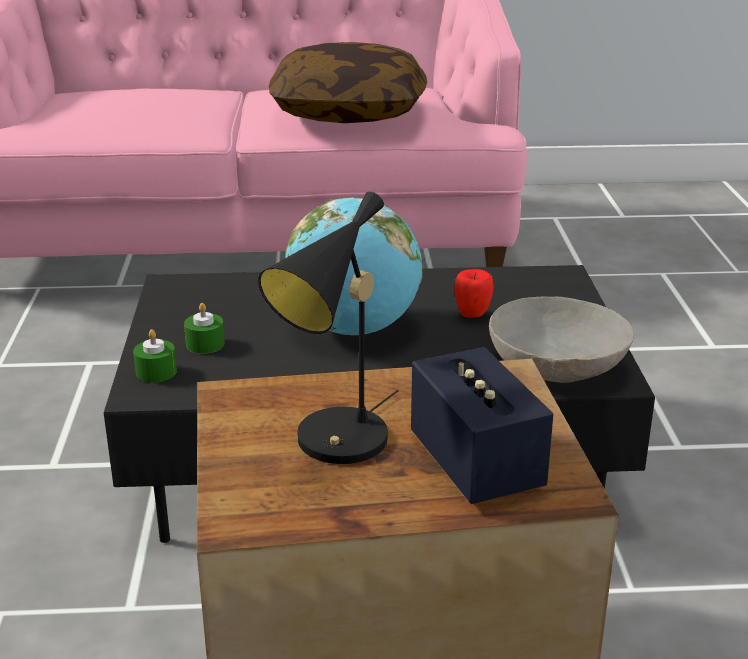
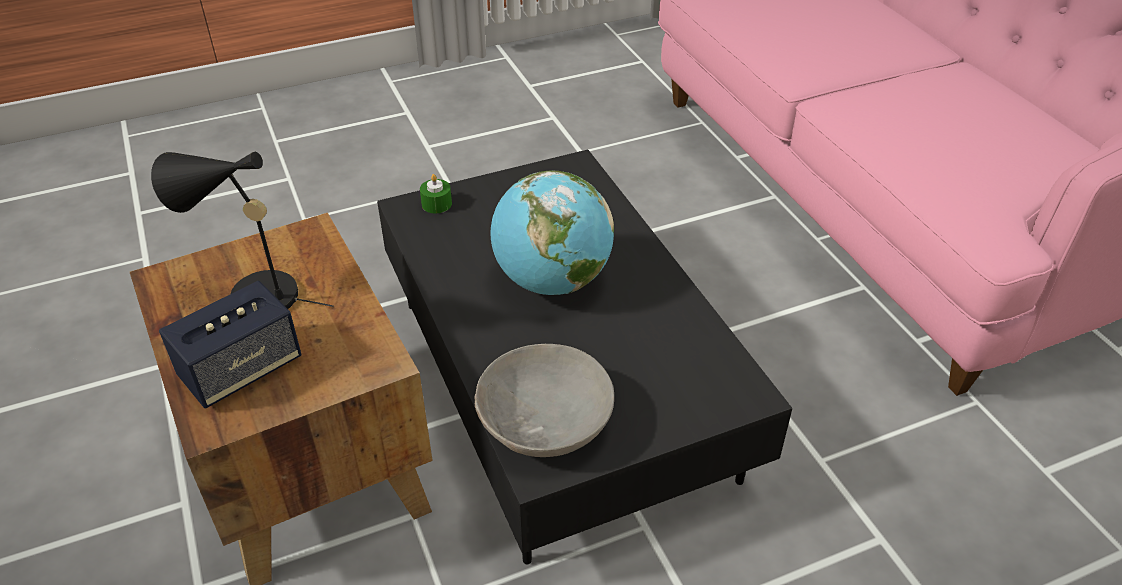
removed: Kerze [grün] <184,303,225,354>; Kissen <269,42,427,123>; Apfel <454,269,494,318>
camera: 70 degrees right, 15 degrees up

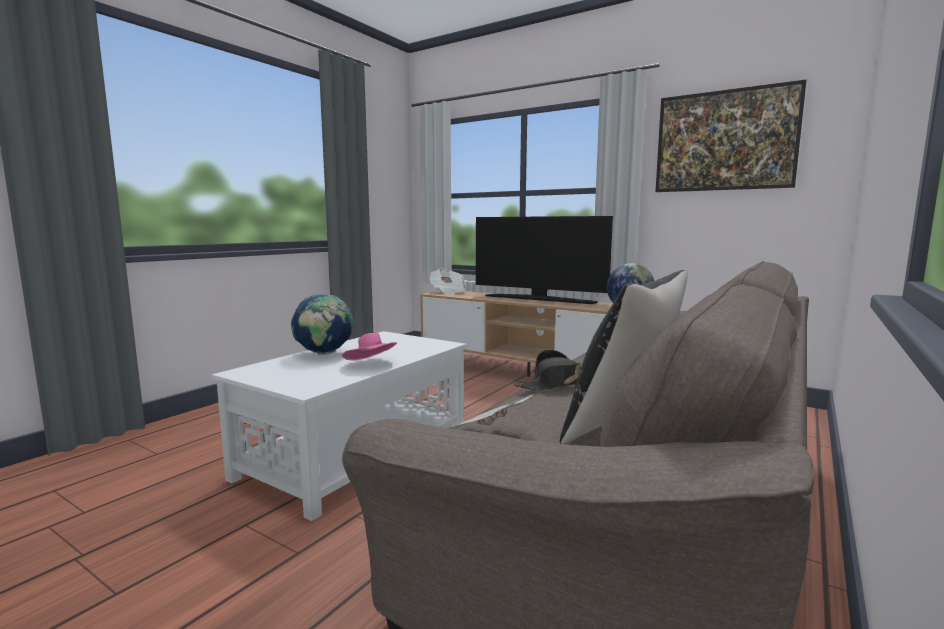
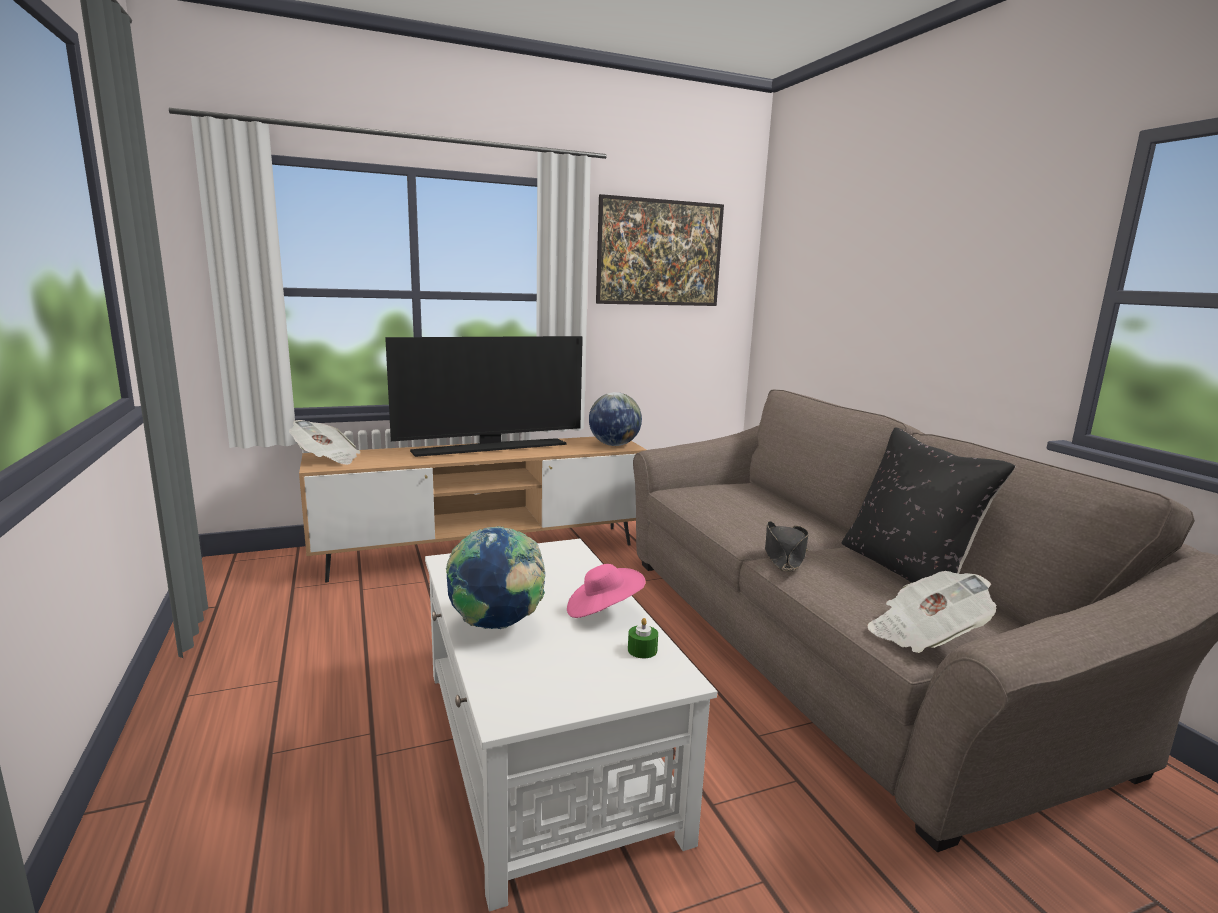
added: Kerze [grün] <628,618,658,658>
camera: 55 degrees left, 5 degrees up

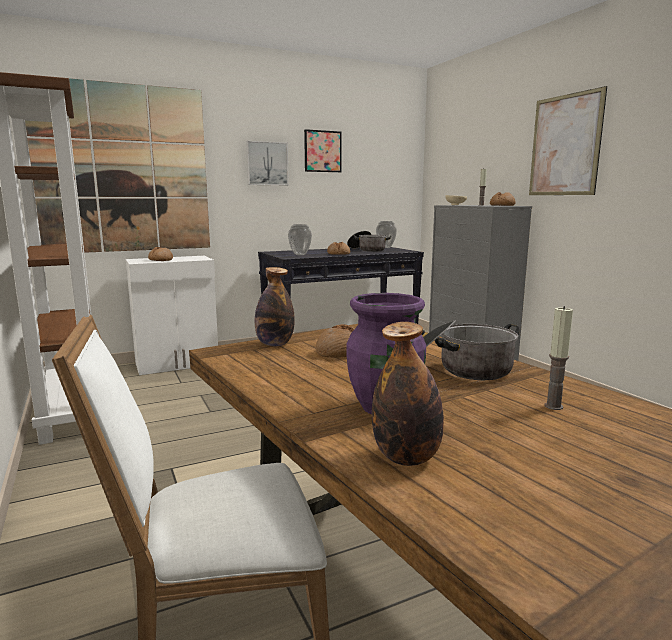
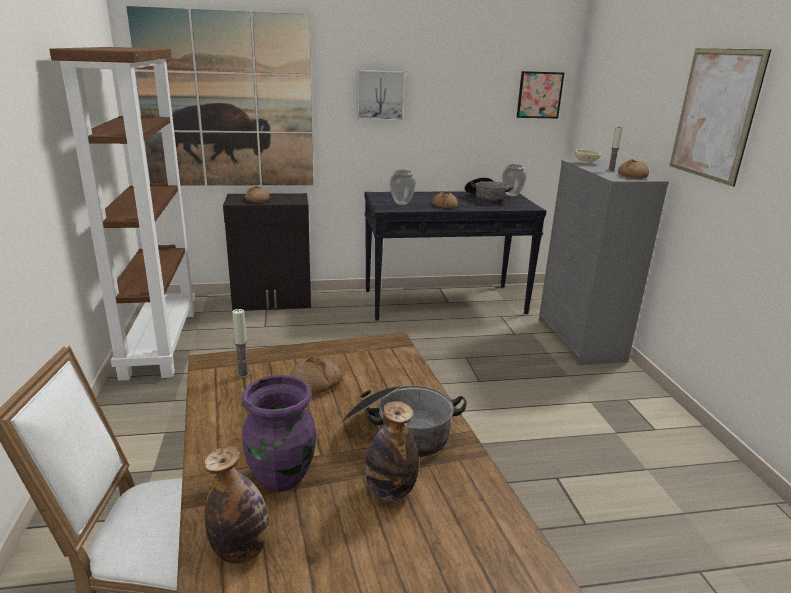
moved: Flasche <255,267,295,346> to <365,401,419,501>; Bild <304,129,342,172> to <516,71,564,118>; Kerze <545,306,573,410> to <232,309,250,378>
recoloured: Schrank [weiß] <126,256,218,375> to Schrank [schwarz] <223,193,311,311>
camera: 15 degrees right, 10 degrees up

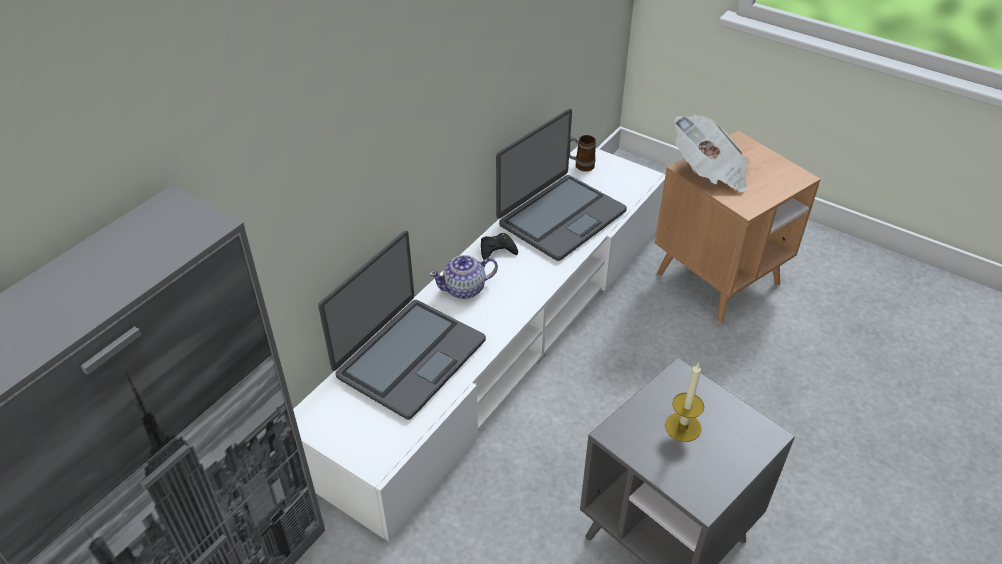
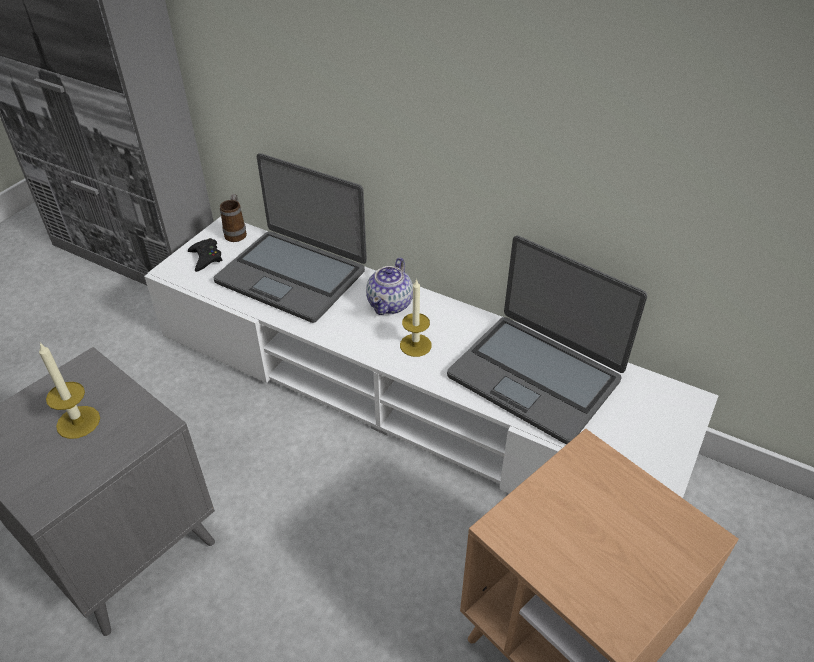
removed: Zeitung <674,115,749,193>
added: Kerze <400,278,432,357>
moved: Gamepad [schwarz] <481,233,518,260> to <188,238,223,272>; Henkelbecher <569,135,596,172> to <220,194,247,242>
turned: Teekanne <429,255,498,299> = <366,258,413,315> 135 degrees counterclockwise
camera: 85 degrees right, 0 degrees up

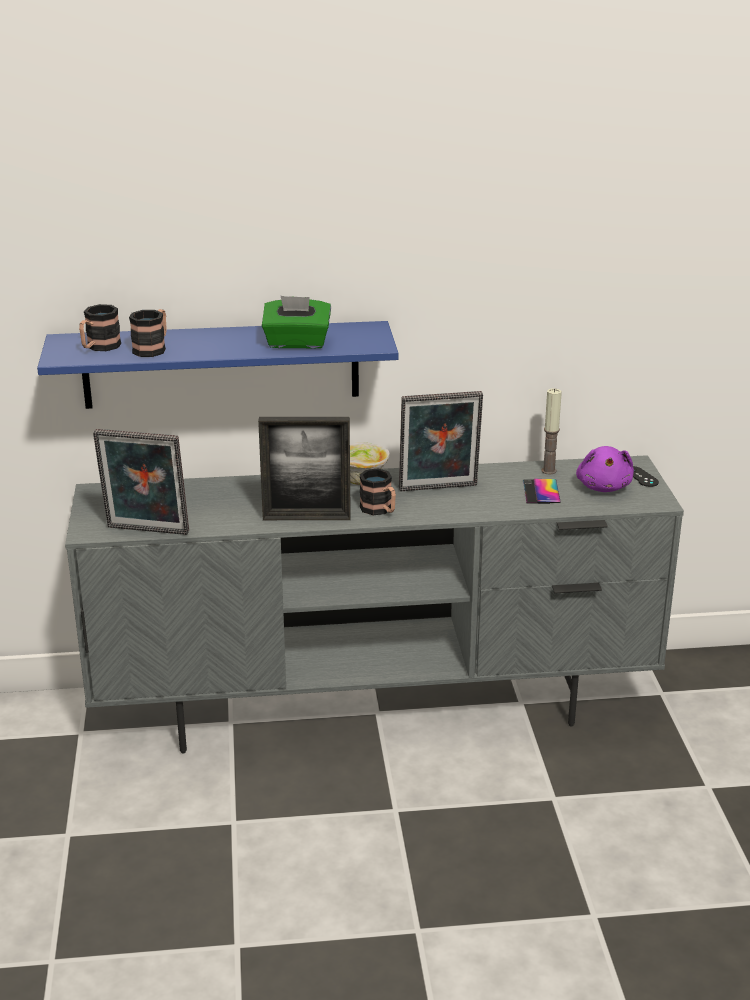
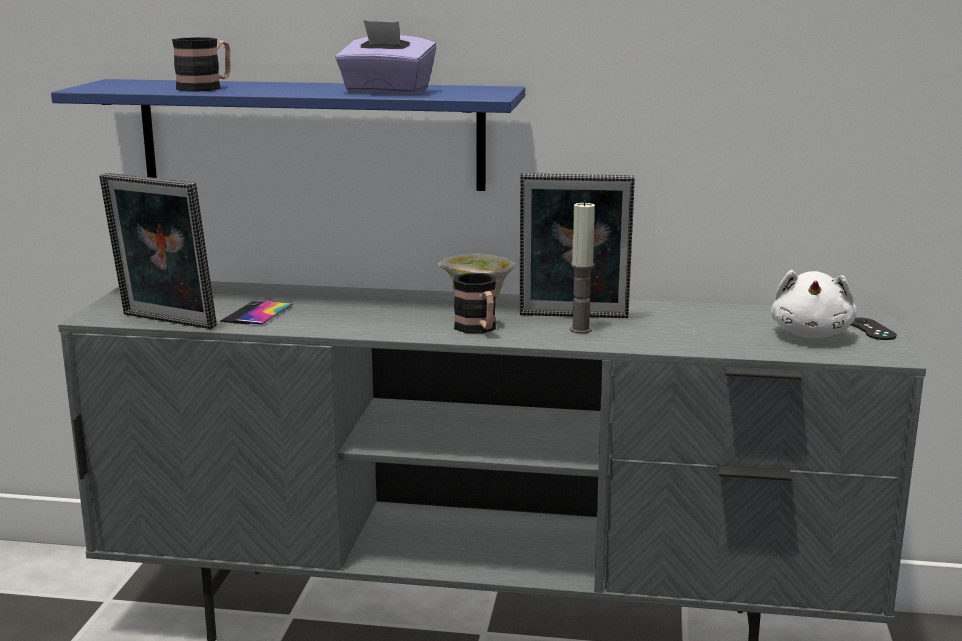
removed: Henkelbecher <79,304,121,351>; Bilderrahmen <258,417,351,520>
moved: Handy <523,479,561,504> to <220,301,293,325>; Kerze <542,388,562,475> to <570,201,595,333>
recoloured: Taschentuchbox [grün] <262,296,331,349> to Taschentuchbox [lila] <335,20,436,95>; Plüschtier [lila] <576,446,634,492> to Plüschtier [weiß] <771,270,857,338>
camera: 15 degrees right, 10 degrees down

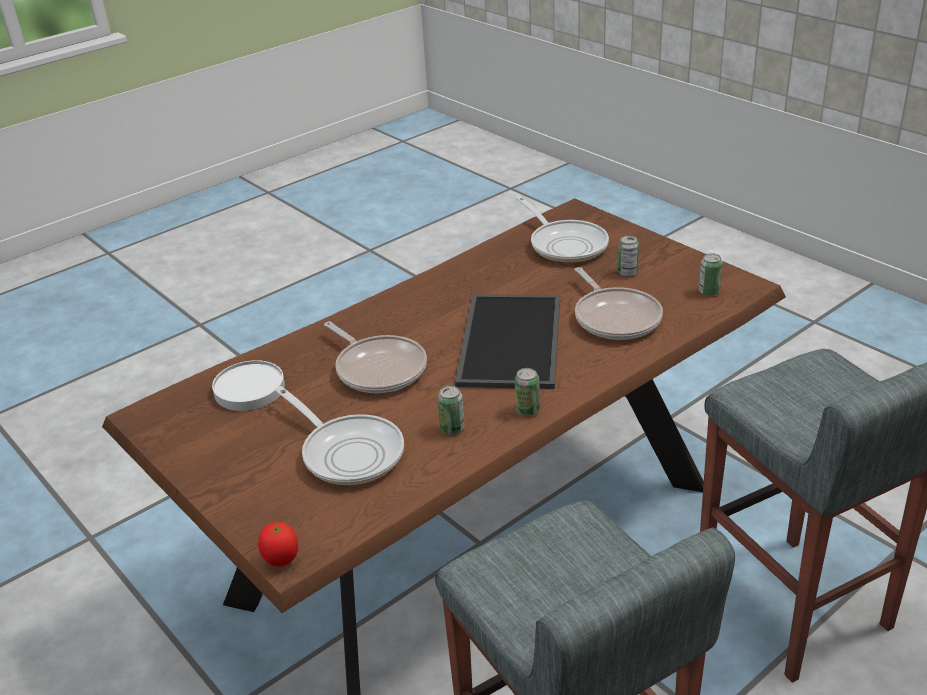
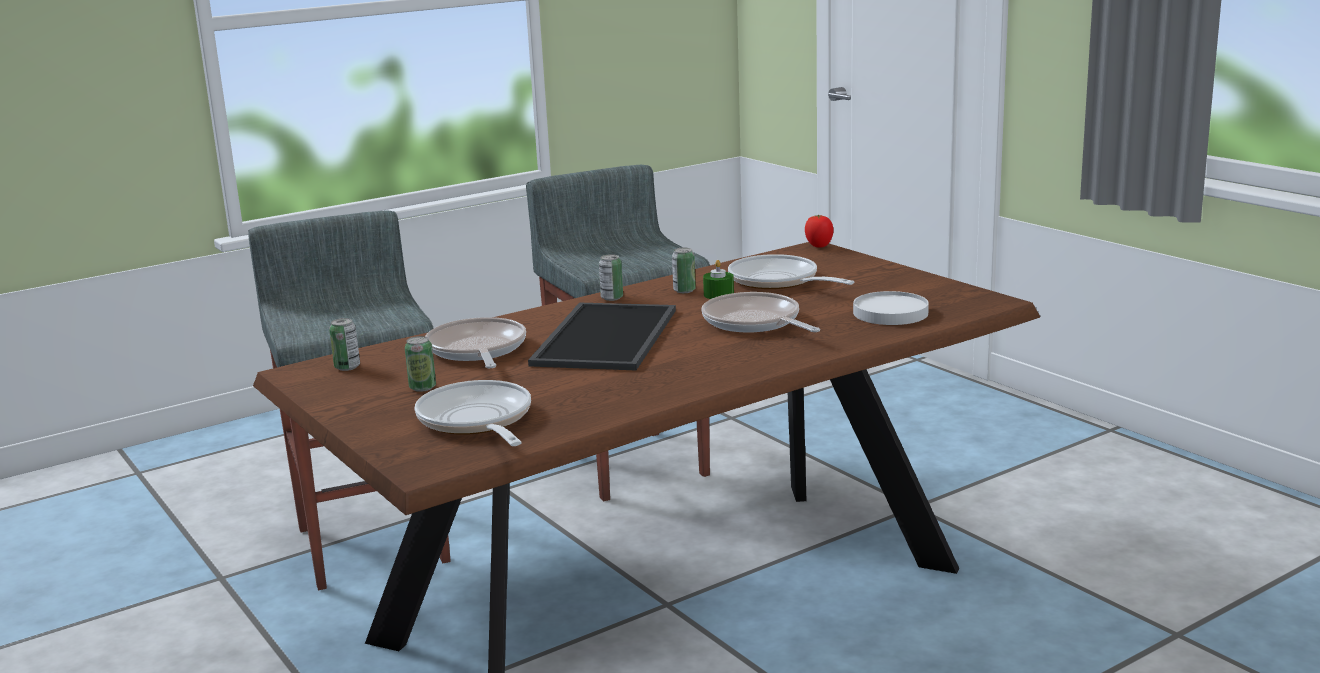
added: Kerze [grün] <703,260,734,299>
camera: 175 degrees left, 15 degrees down

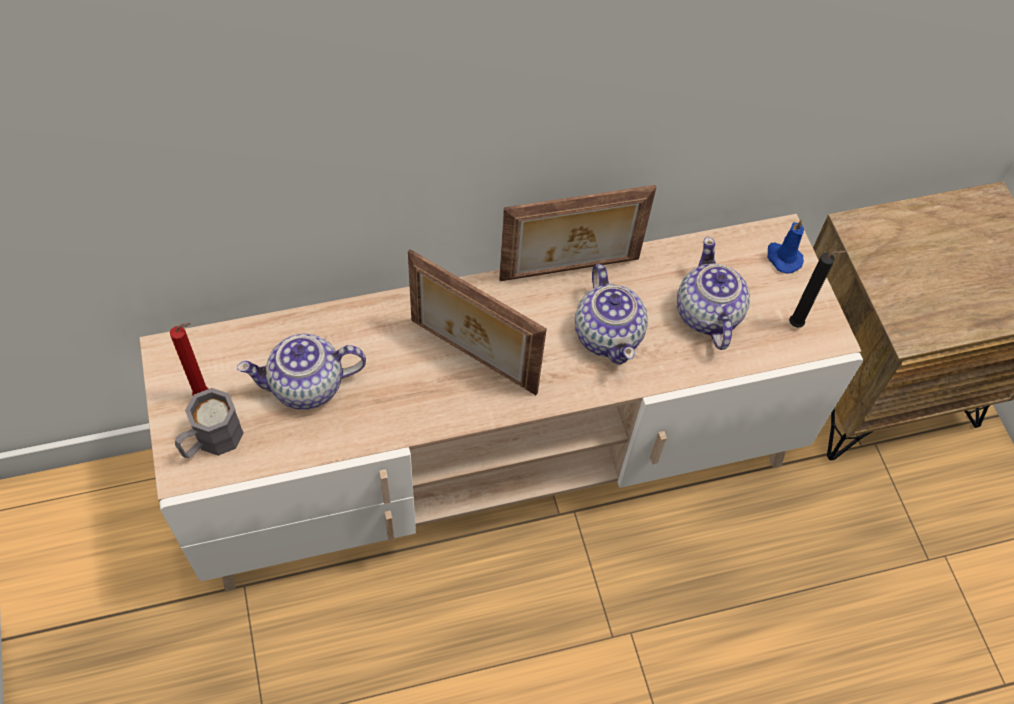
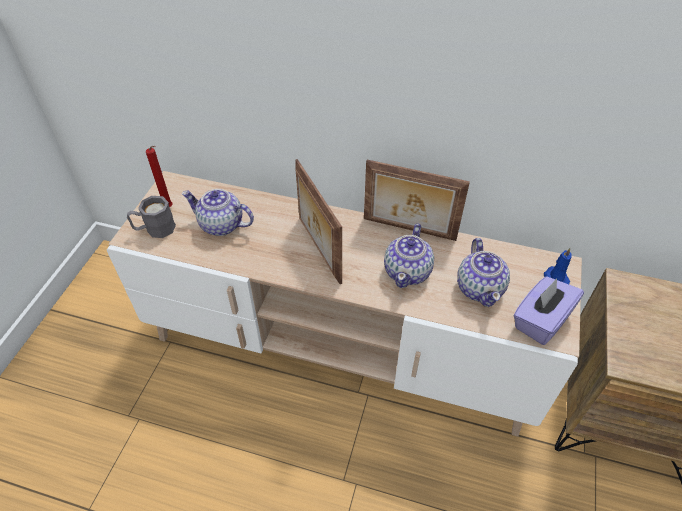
replaced: Kerze [schwarz] <789,251,847,328> to Taschentuchbox [lila] <513,276,584,345>
turned: Teekanne <677,237,750,350> = <457,238,510,307> 150 degrees clockwise
camera: 35 degrees right, 10 degrees down

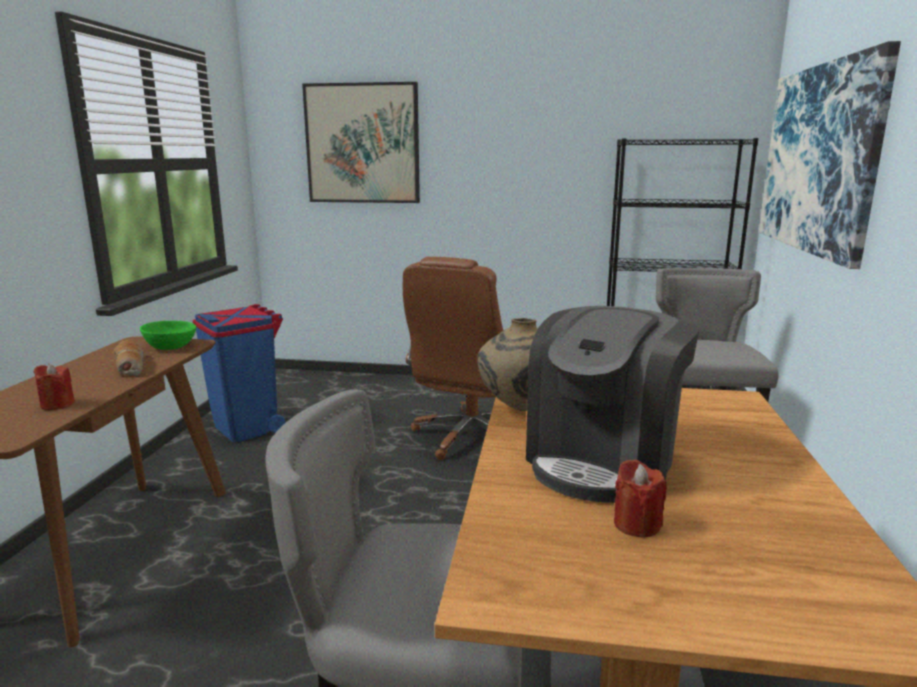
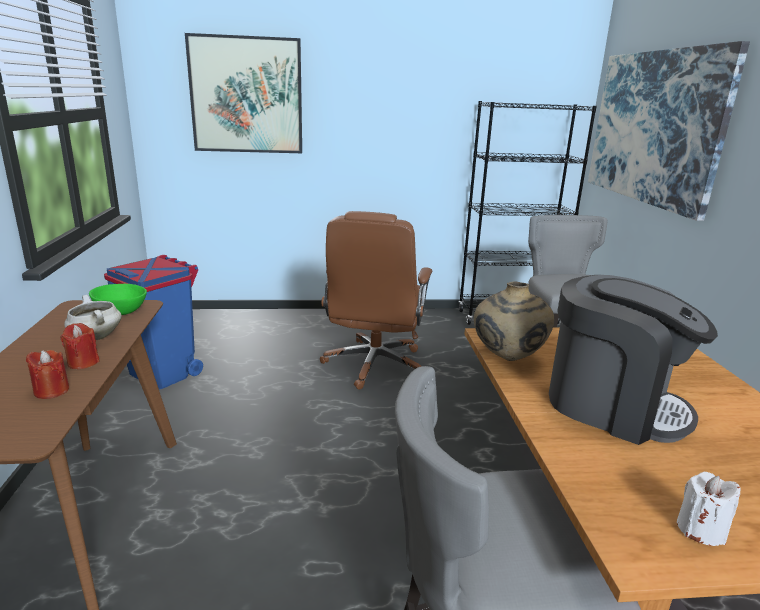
added: Kerze [weiß] <677,472,740,546>
moved: Kerze [rot] <614,460,667,538> to <60,323,100,369>
replaced: Brot <114,339,144,376> to Kochtopf [weiß] <64,295,122,340>
turned: Kaffeemaschine <526,306,699,503> = <549,275,718,445> 75 degrees counterclockwise
camera: 15 degrees left, 5 degrees up

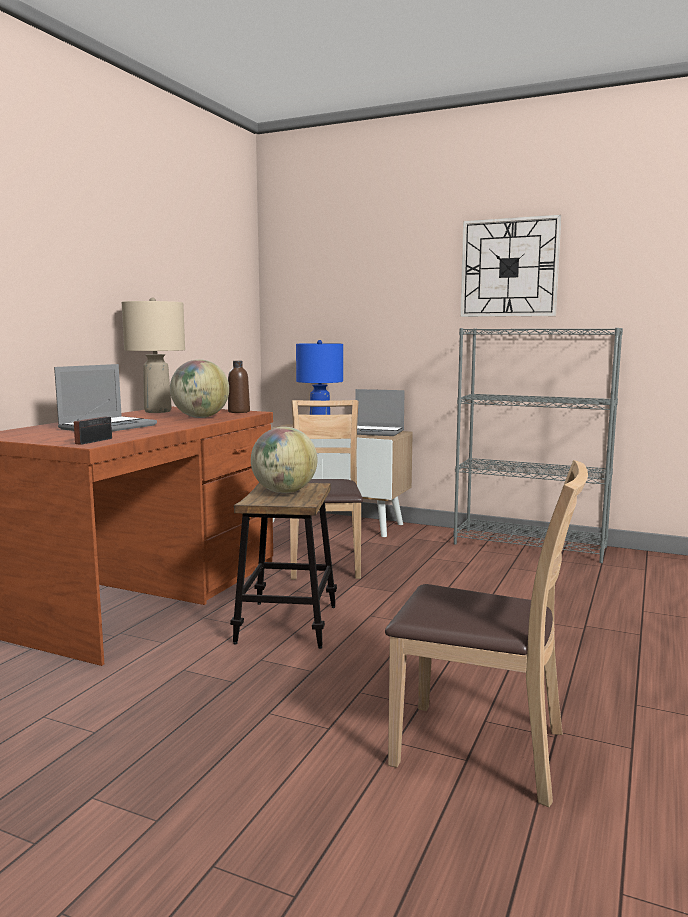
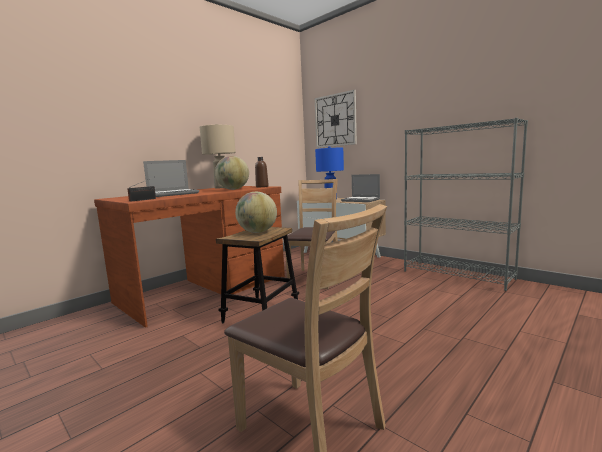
moved: Wanduhr <460,214,561,317> to <315,90,357,148>
camera: 20 degrees right, 0 degrees up

